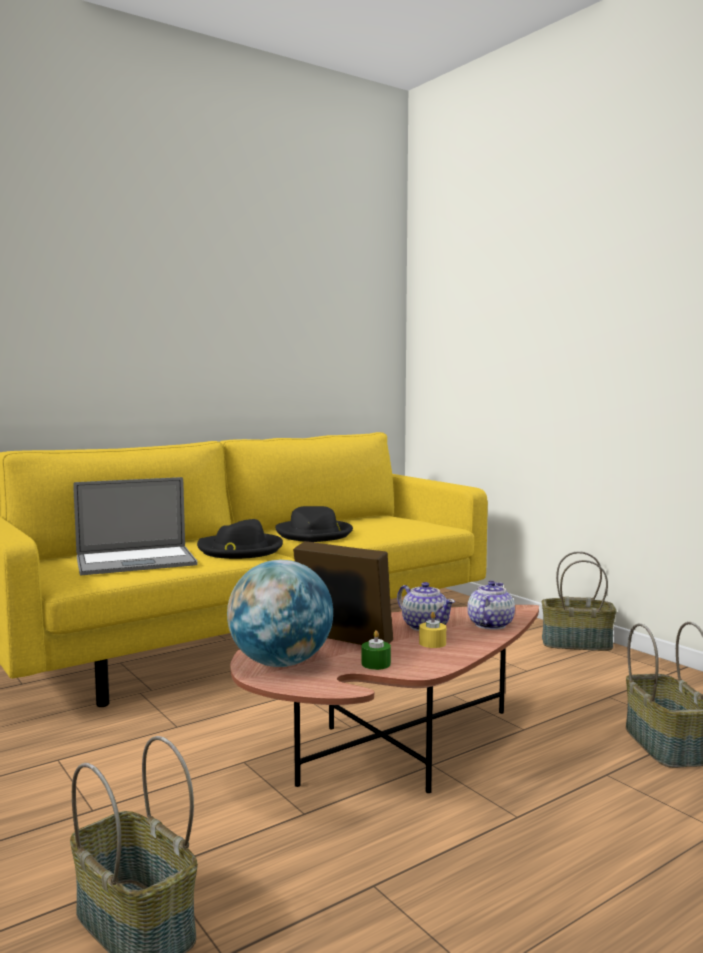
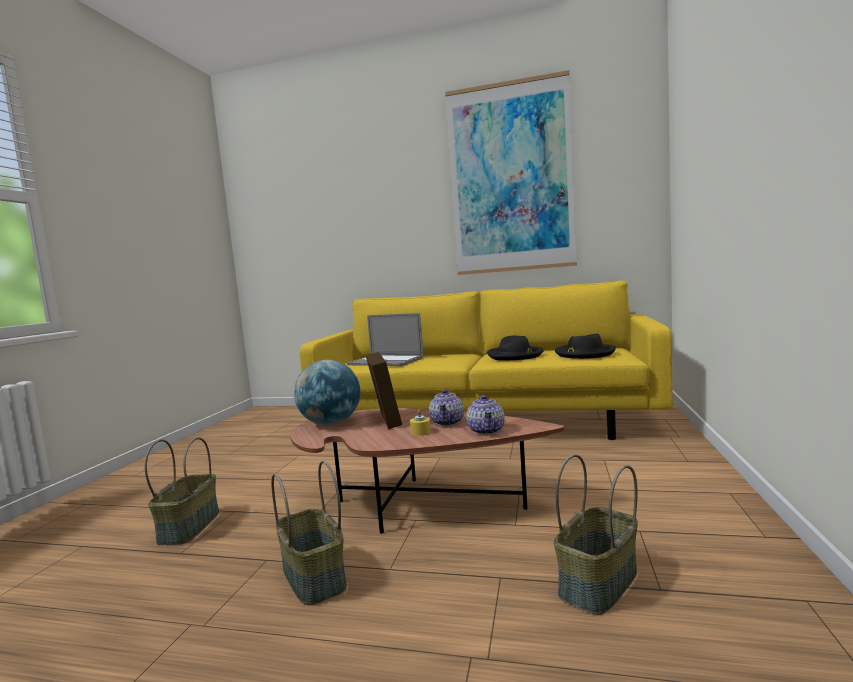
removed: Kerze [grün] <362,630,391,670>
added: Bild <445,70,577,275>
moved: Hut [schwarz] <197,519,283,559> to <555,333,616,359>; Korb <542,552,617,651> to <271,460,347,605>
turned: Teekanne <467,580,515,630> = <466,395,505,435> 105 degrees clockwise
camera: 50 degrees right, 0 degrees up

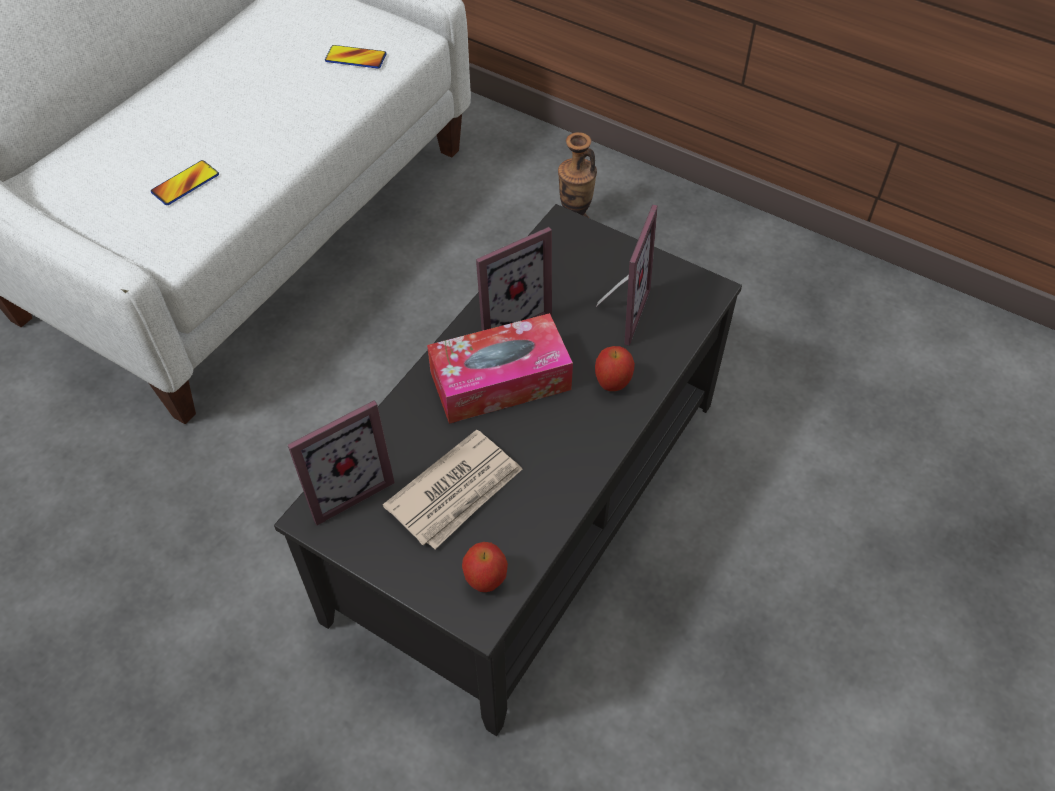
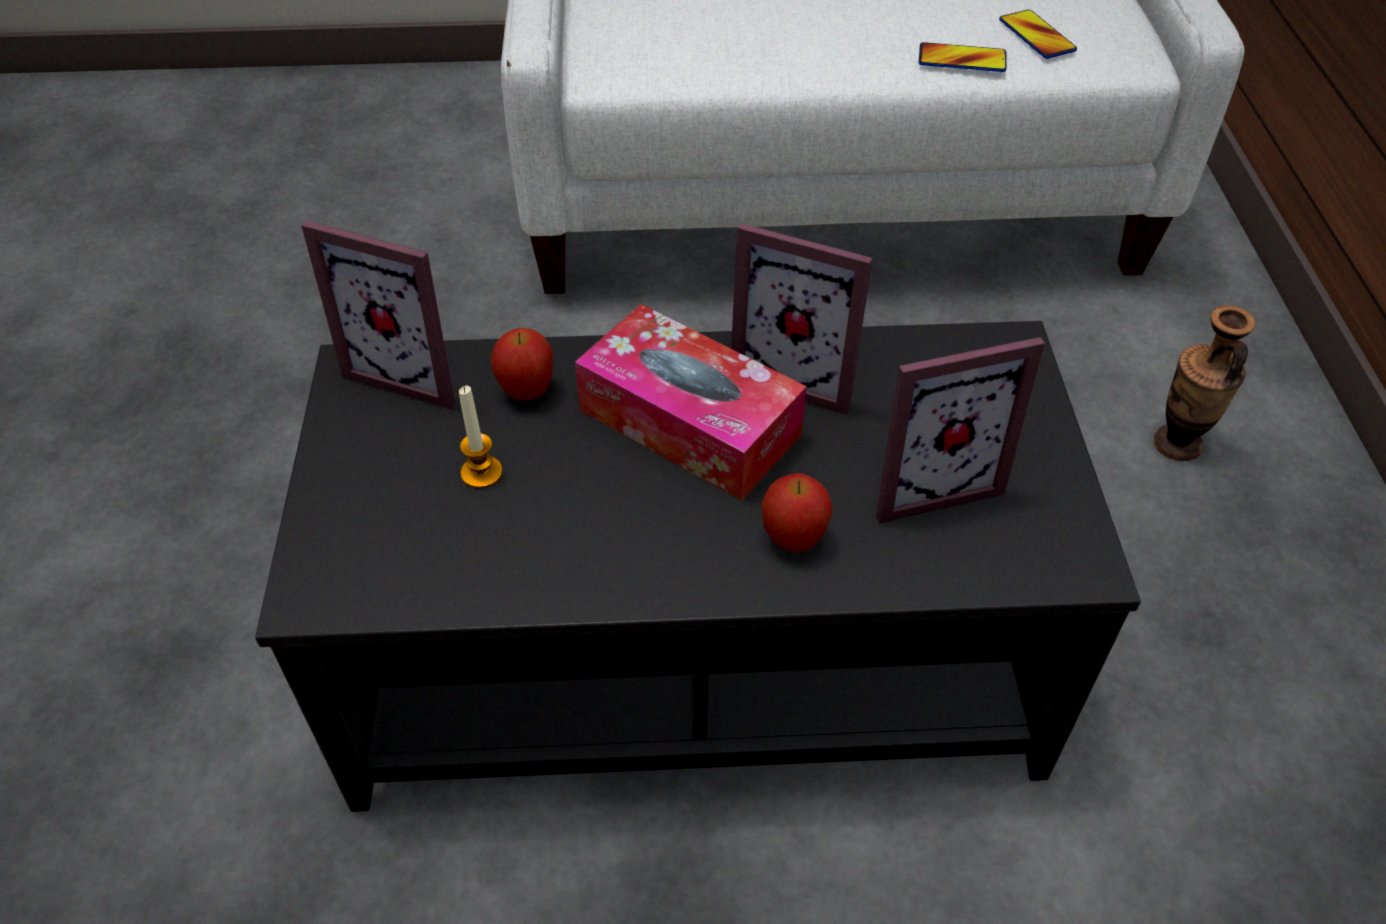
moved: Handy <151,160,219,205> to <919,42,1007,72>; Apfel <462,542,508,592> to <490,328,553,401>
replaced: Zeitung <383,430,522,549> to Kerze <459,386,503,489>
camera: 55 degrees right, 5 degrees down

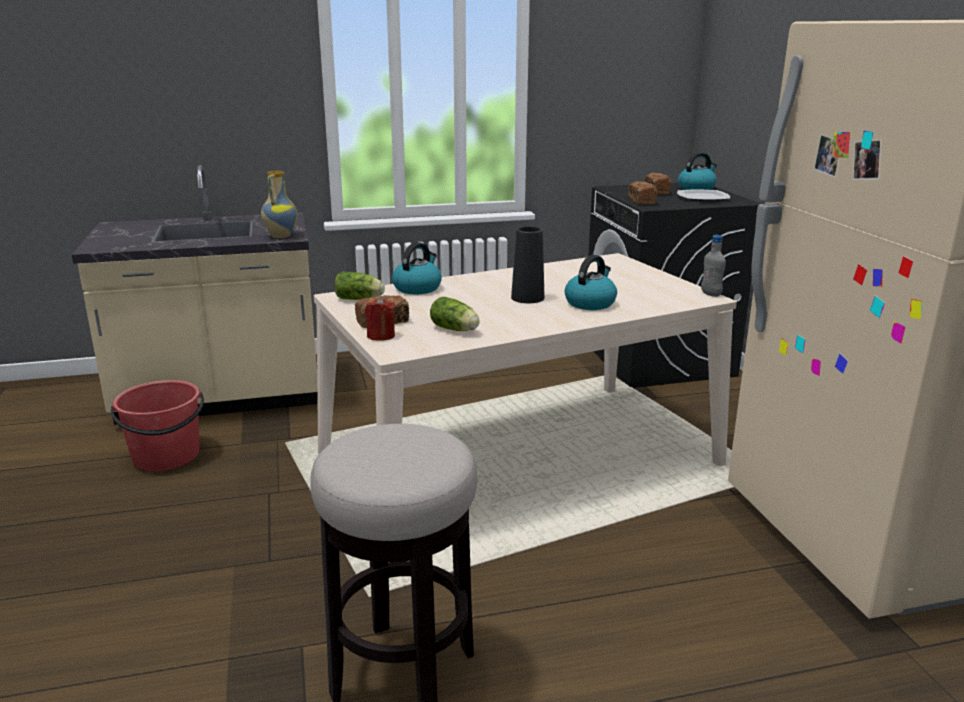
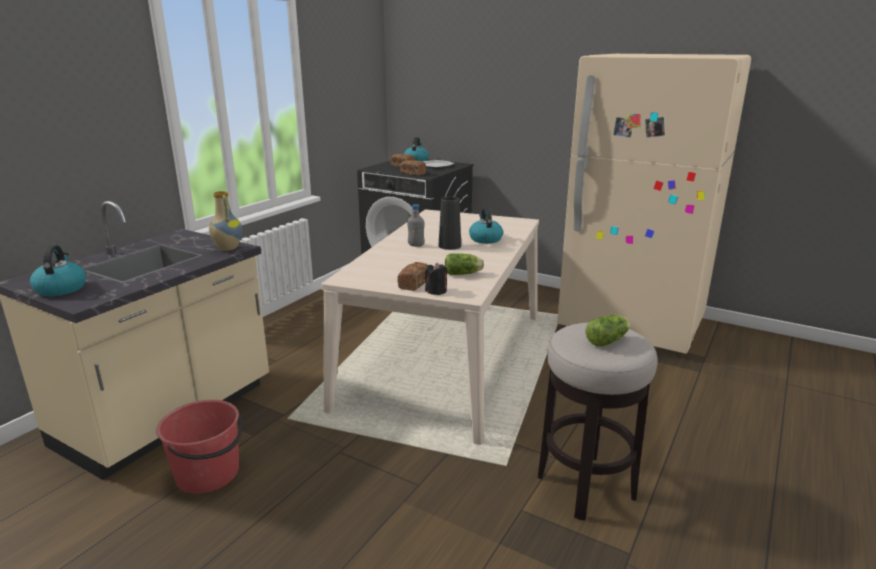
moved: Salatkopf <334,272,385,300> to <586,315,630,347>; Wasserkessel <392,242,442,294> to <30,245,86,297>; Flasche [grau] <701,235,726,297> to <407,204,425,247>
recoloured: Kerze [rot] <365,297,395,341> to Kerze [schwarz] <425,263,447,295>
camera: 45 degrees left, 0 degrees up

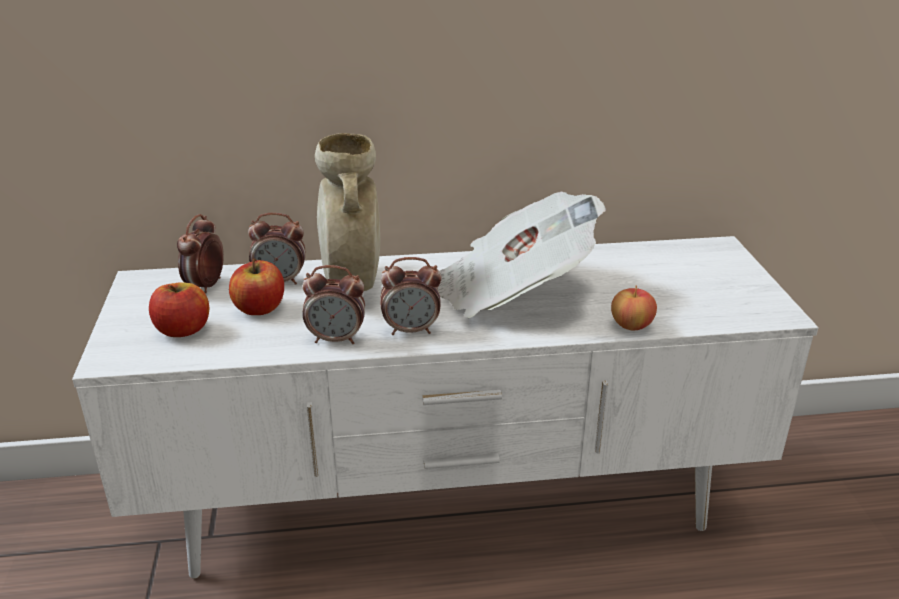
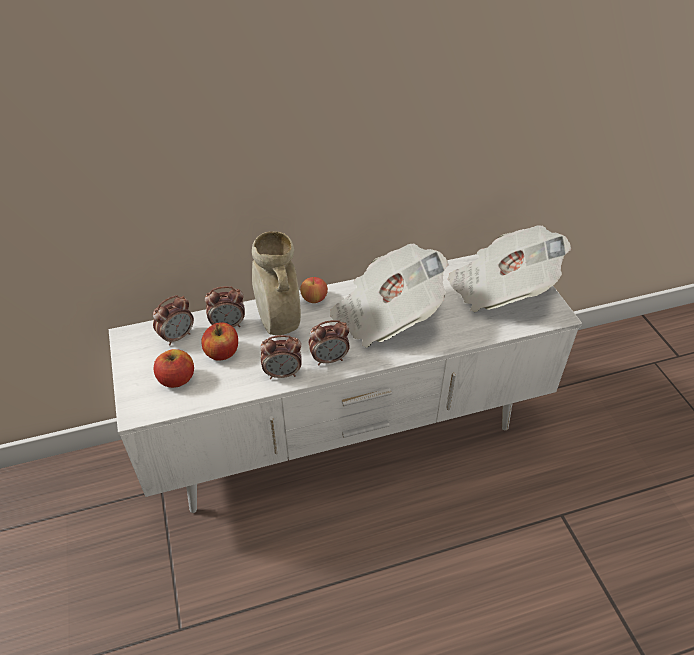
added: Zeitung <448,225,571,312>
moved: Apfel <611,286,657,330> to <300,277,328,303>
turned: Wecker <177,214,224,293> = <153,295,194,346> 135 degrees counterclockwise
camera: 10 degrees left, 15 degrees up

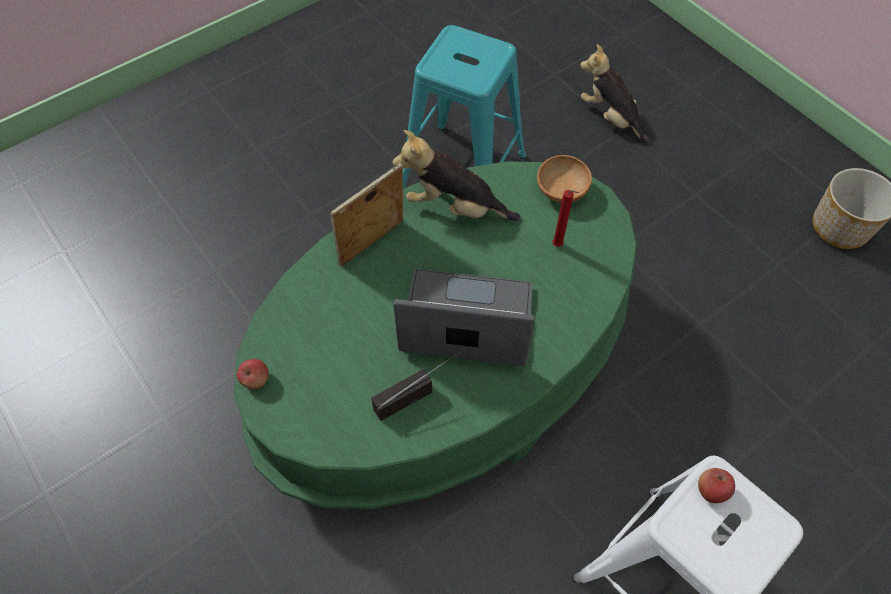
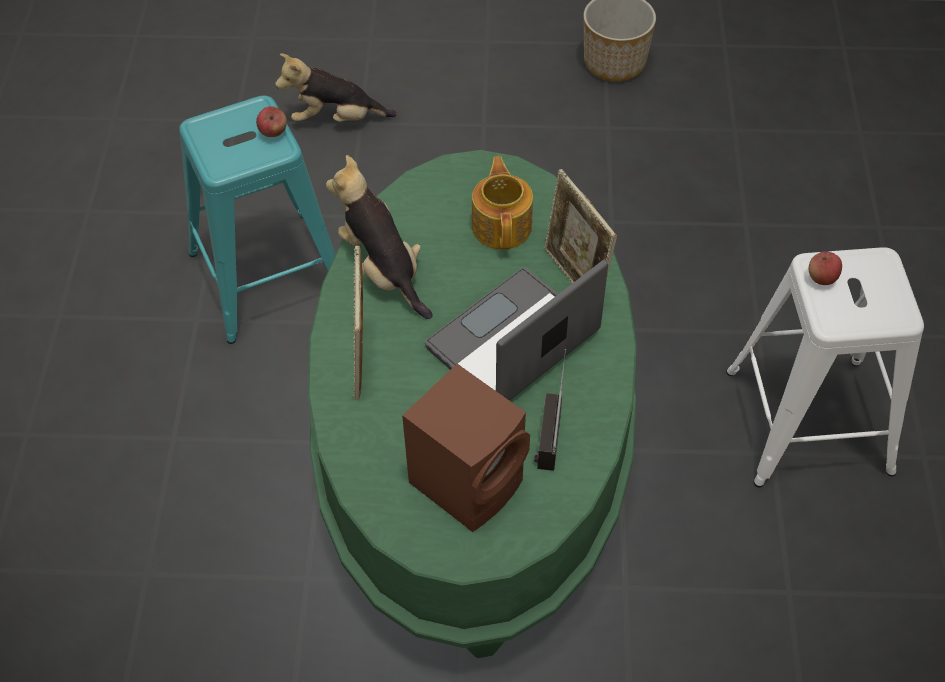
removed: Schüssel [braun] <537,155,592,203>
added: Lautsprecher [braun] <402,364,530,532>; Bilderrahmen <544,169,617,283>
moved: Apfel <237,359,269,389> to <256,106,287,137>
replaced: Kerze [rot] <553,190,579,247> to Teekanne <472,156,533,250>
turned: Plüschtier <393,130,520,221> = <326,155,432,319> 90 degrees clockwise
camera: 50 degrees left, 5 degrees down

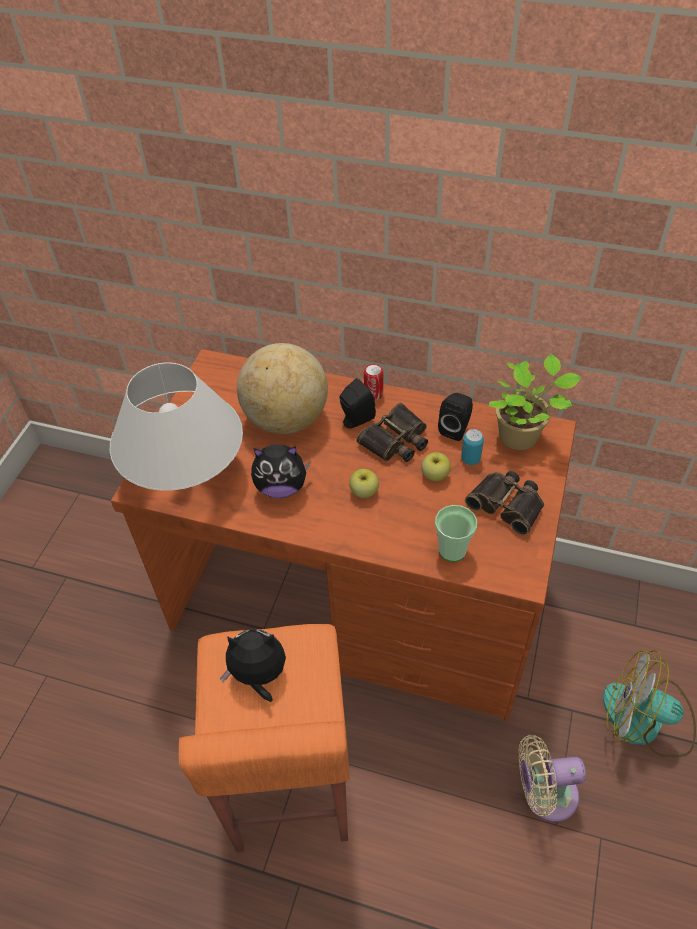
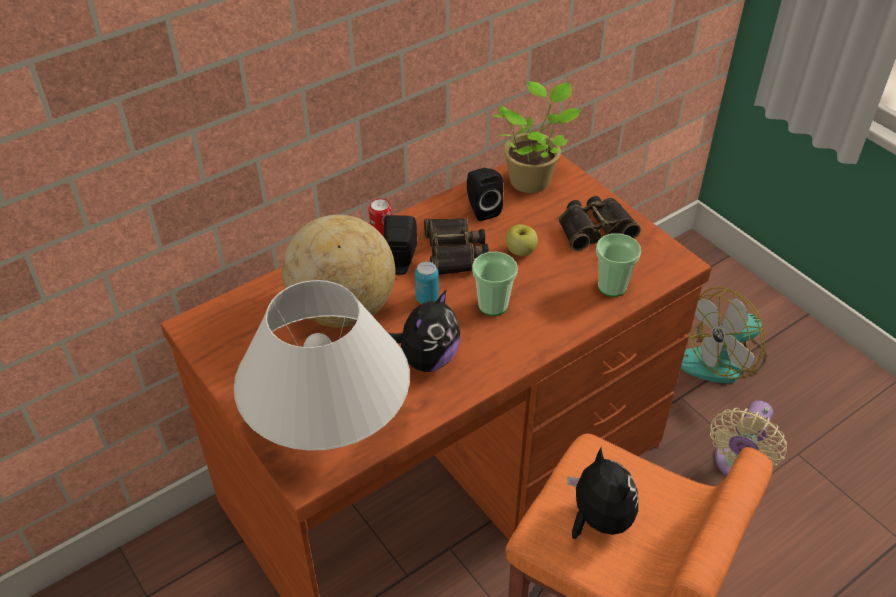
moved: Dose <461,429,484,465> to <415,261,439,304>
replaced: Apfel <349,469,379,498> to Tasse <472,251,518,316>
turned: Plüschtier <220,629,286,702> = <567,447,638,539> 120 degrees clockwise
camera: 55 degrees left, 5 degrees down

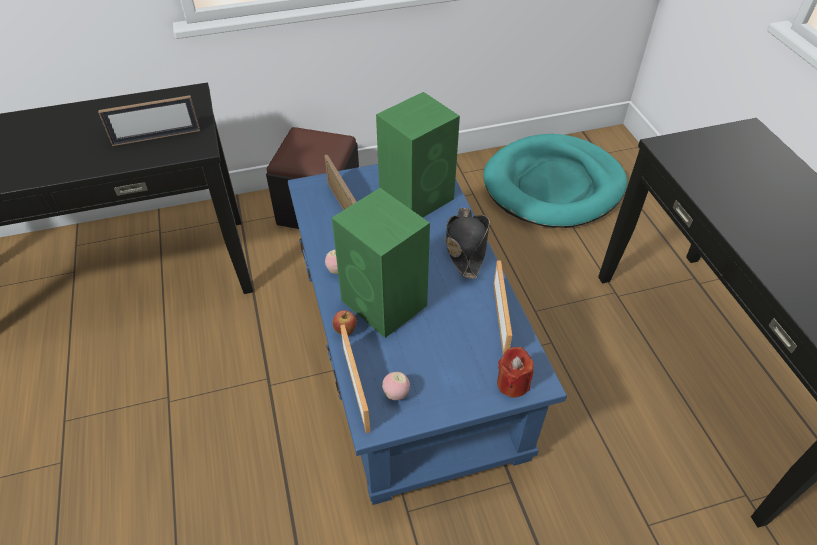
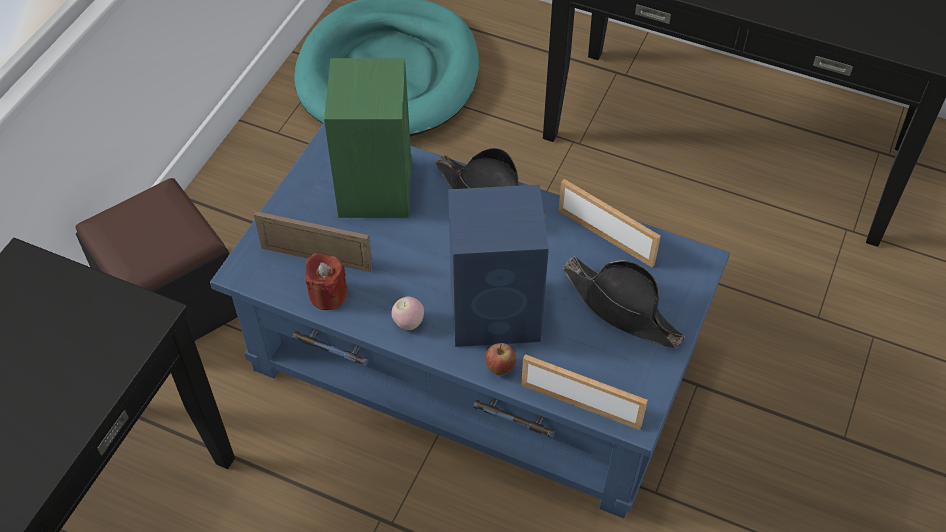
removed: Bilderrahmen <98,95,200,146>; Apfel <382,372,410,400>
added: Hut [schwarz] <563,256,685,348>
moved: Kerze [rot] <497,347,534,397> to <305,252,348,310>
recoloured: Lautsprecher [grün] <332,188,430,338> to Lautsprecher [blau] <448,185,549,347>
camera: 50 degrees left, 5 degrees up

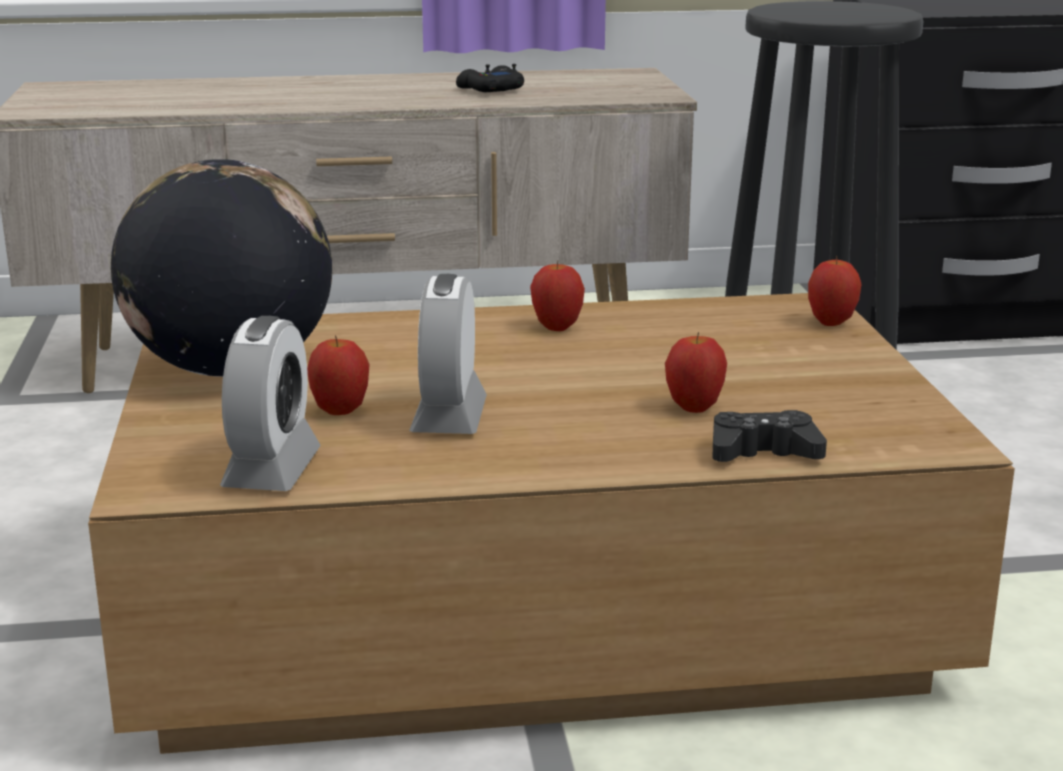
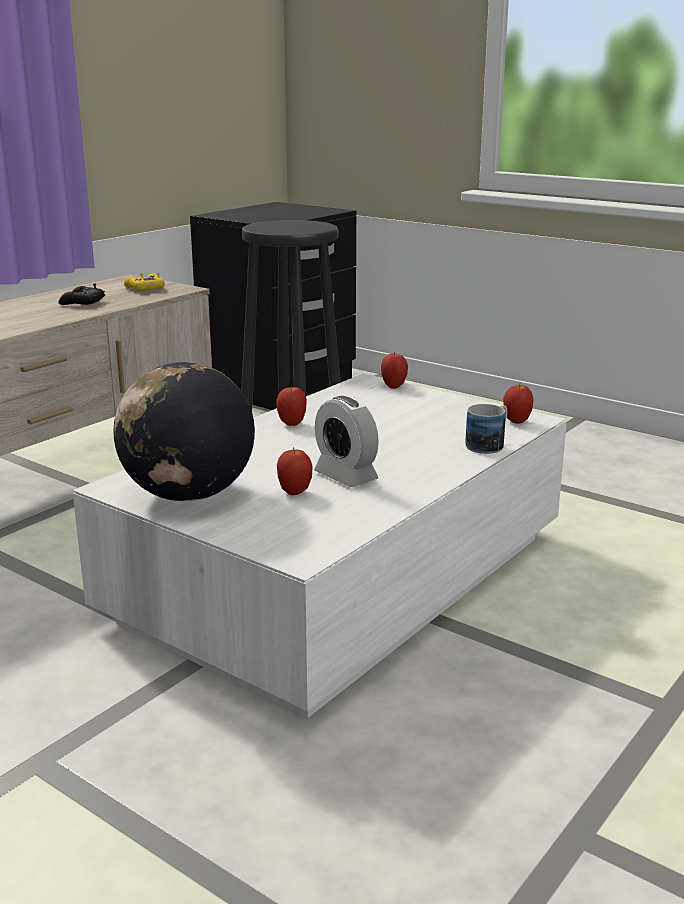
removed: Wecker <220,316,321,491>
added: Gamepad [gelb] <124,273,165,291>
moved: Apfel <665,332,727,413> to <503,385,534,424>
replaced: Gamepad [schwarz] <712,410,827,462> to Henkelbecher <465,404,507,454>
recoloured: Couchtisch [braun] <88,293,1015,754> to Couchtisch [weiß] <73,373,567,718>
camera: 45 degrees left, 0 degrees up

